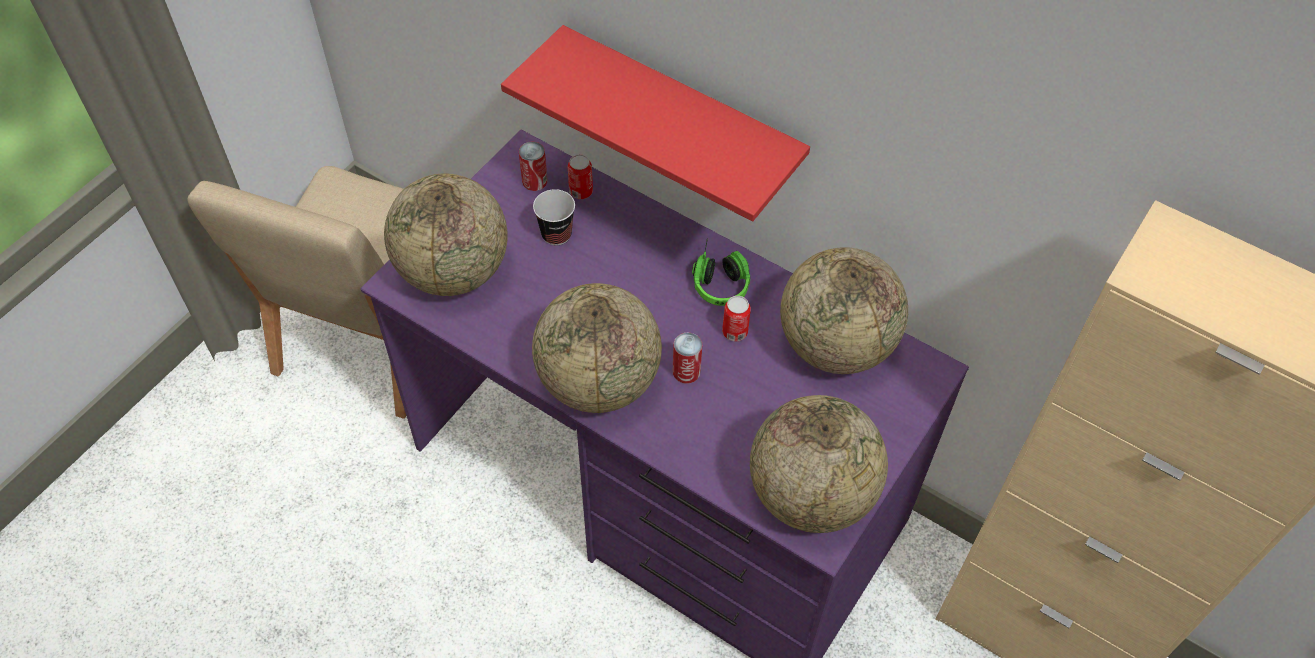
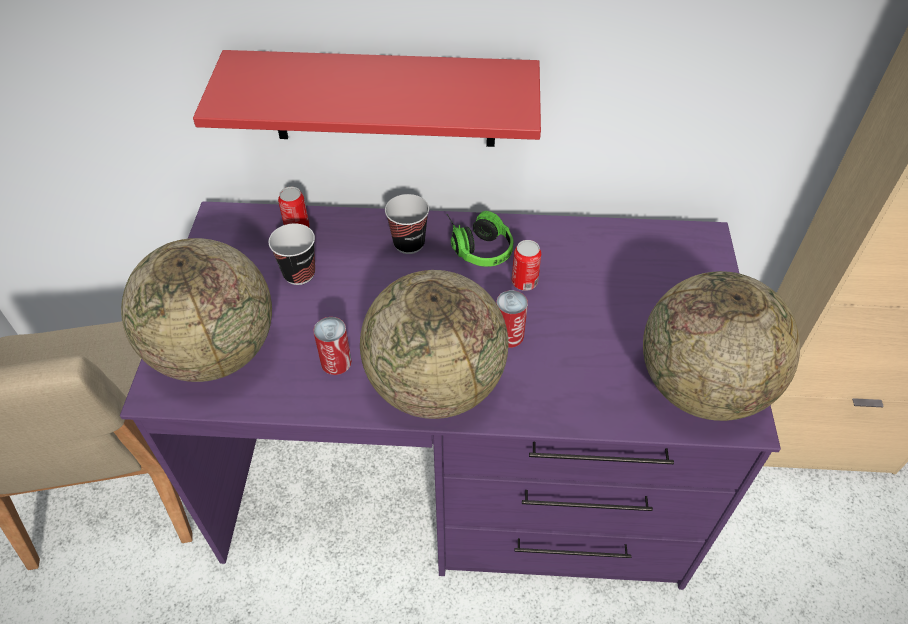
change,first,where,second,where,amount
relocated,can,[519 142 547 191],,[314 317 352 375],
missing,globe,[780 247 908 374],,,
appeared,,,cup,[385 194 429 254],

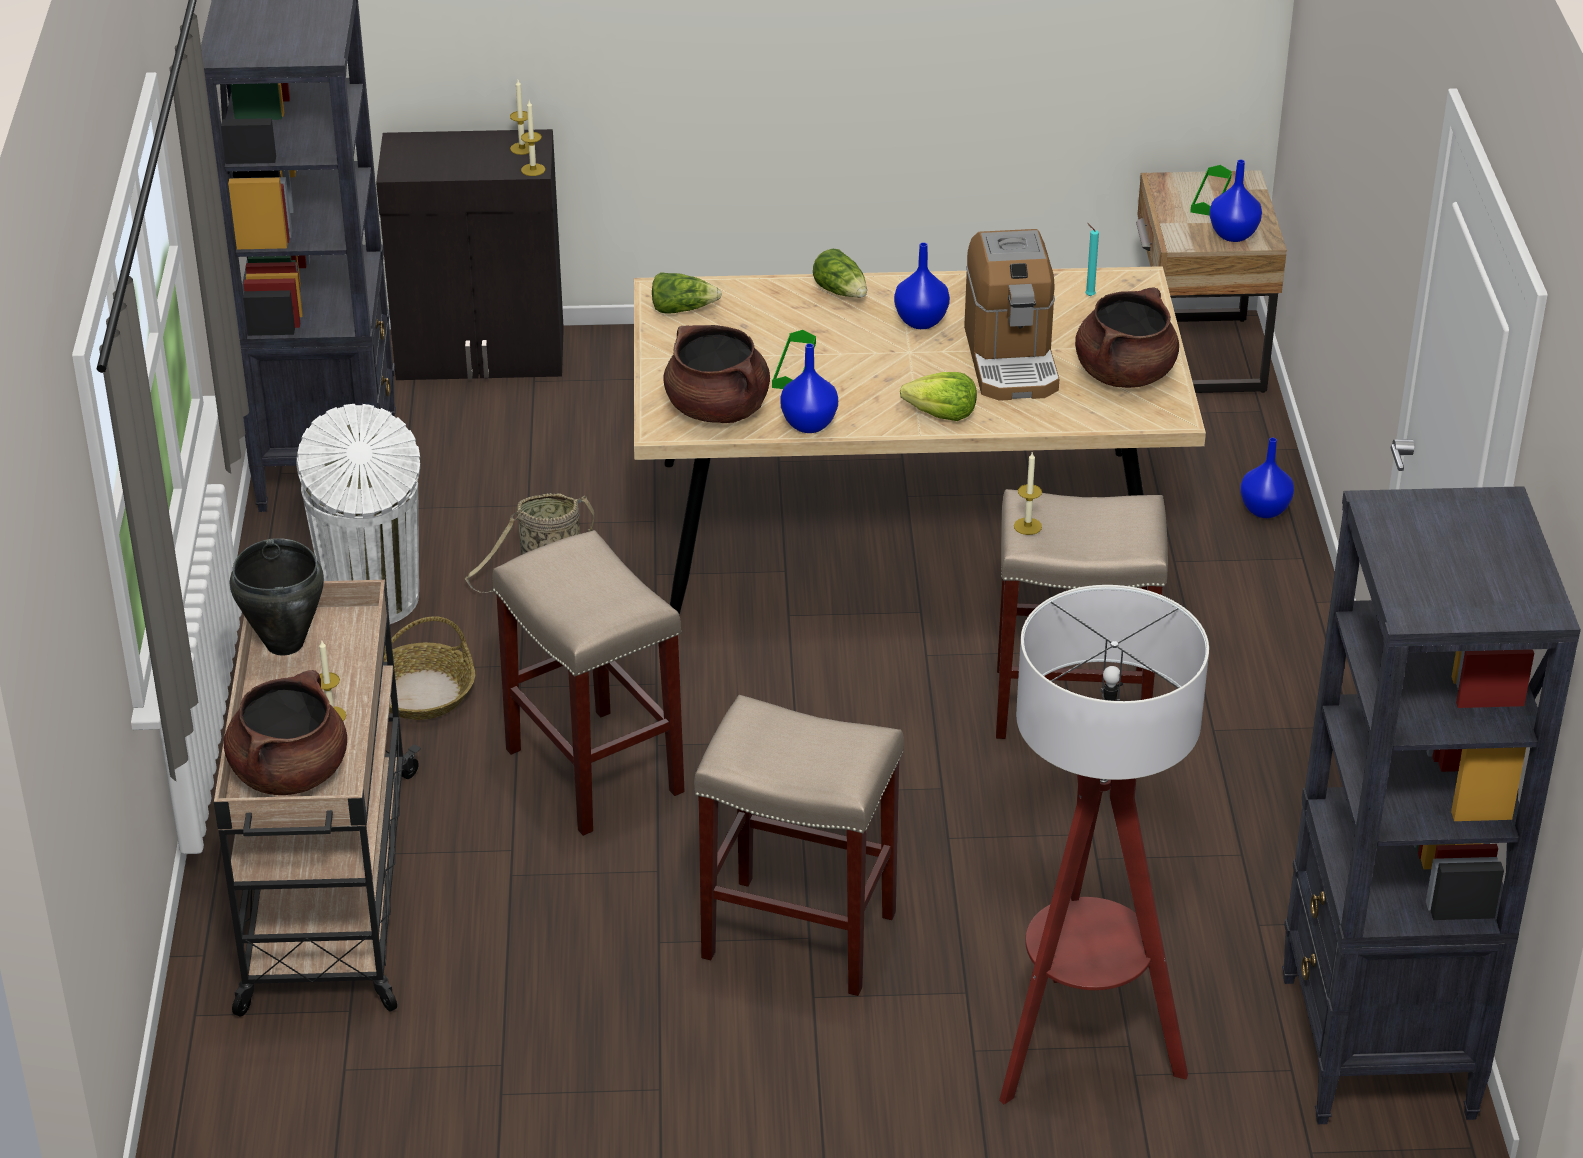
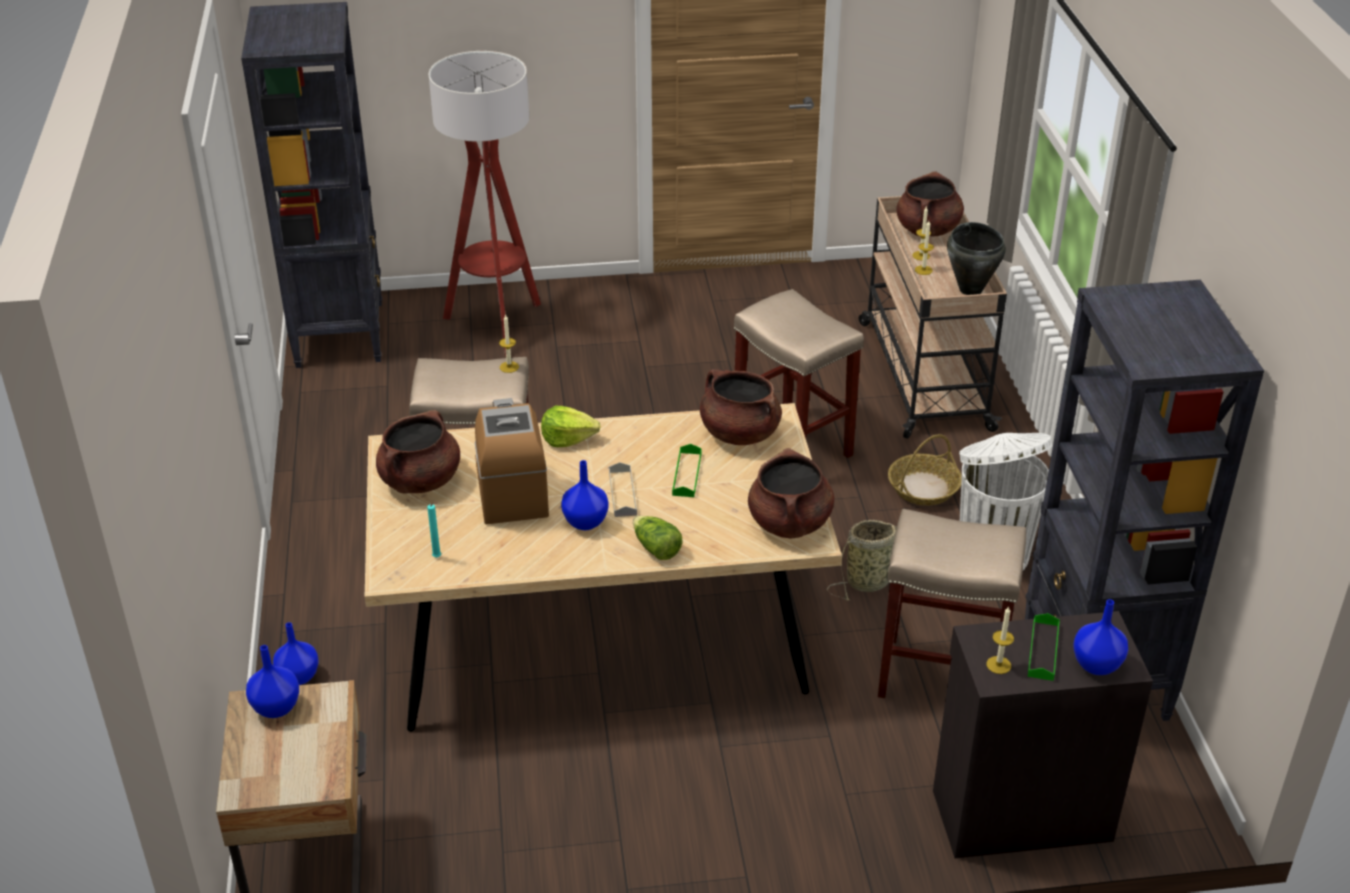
change,first,where,second,where,amount
relocated,candle,[521 101 545 176],,[915 221 934 275],
exchanged,lettuce,[652 272 722 314],cooking pot in brown,[748 448 834 539],
relocated,stool in beige,[694 695 904 996],,[878 509 1026 698],
relocated,vase in blue,[780 343 838 433],,[1073 599 1128 675],
relocated,tray in green,[1190 165 1232 215],,[1028 613 1060 681],
appeared,,,tray in grey,[609 462 637 517],

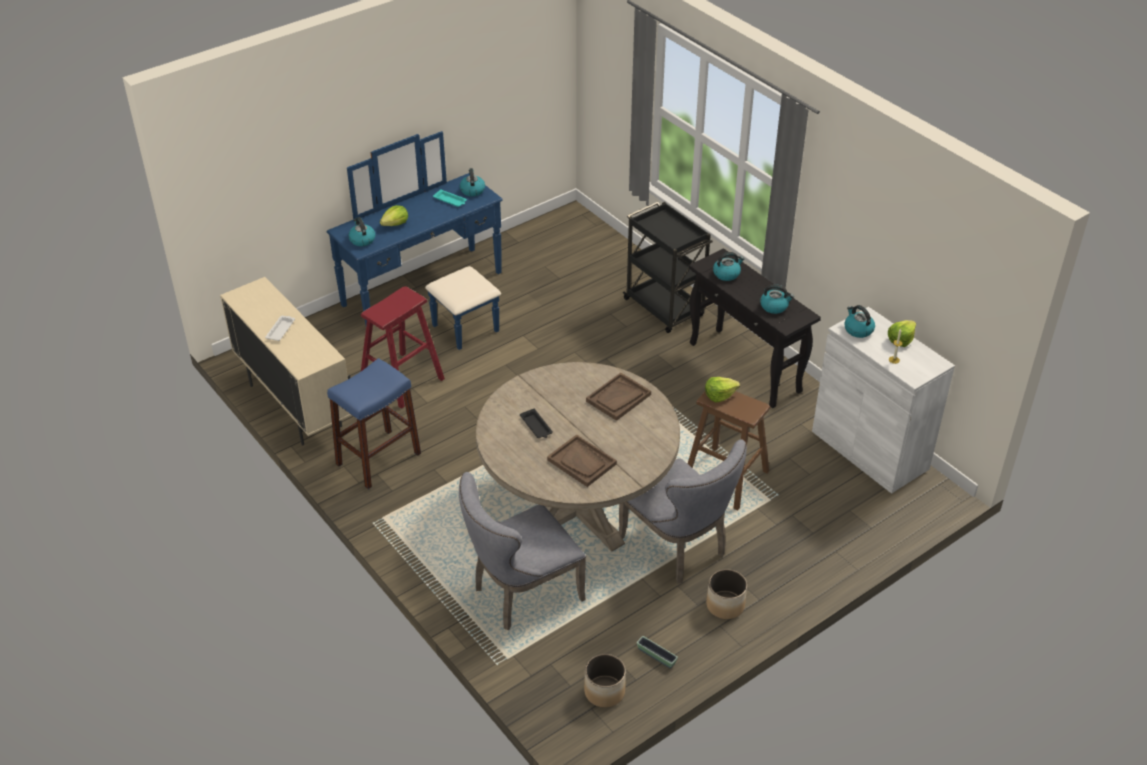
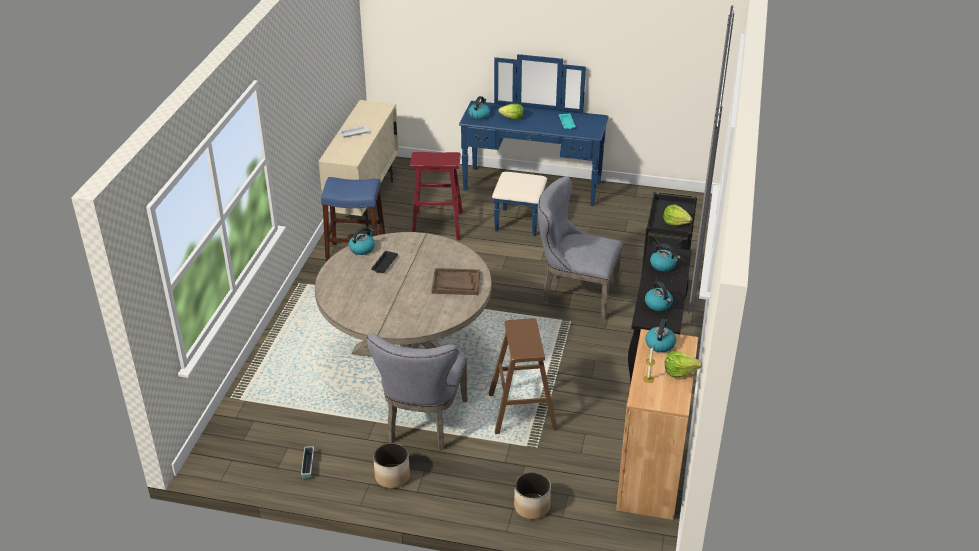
change,first,where,second,where,amount
relocated,kettle,[459 168 485 196],,[349 227 375 255],
relocated,chair in grey,[459 472 586 630],,[538 176 623 320],
missing,tray in brown,[547 435 617 487],,,
relocated,planter,[584 654 626 707],,[514 472 551 519],
relocated,lettuce,[705 377 740 402],,[663 204 692 225],
colour,cabinet in white,[812 307 955 494],cabinet in brown,[616 329 698 520],

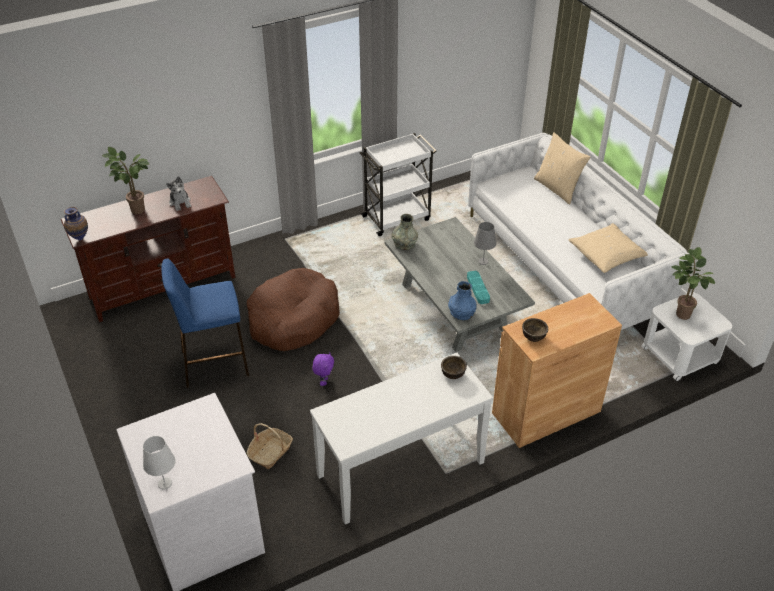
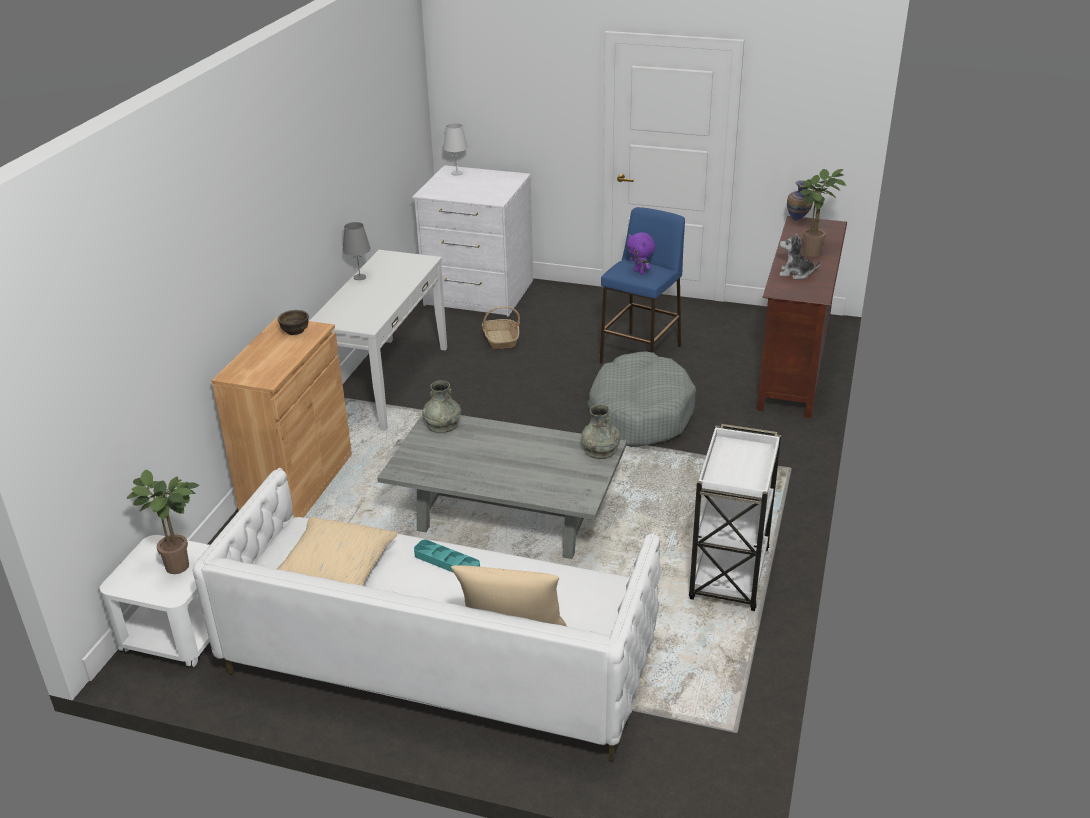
change,first,where,second,where,amount
colour,dog bed in brown,[247 268 340 351],dog bed in grey,[588 351 696 447],
relocated,plush toy in purple,[312 353 334 386],,[627 232 655 275],
missing,bowl in brown,[441 356 467 379],,,
colour,vase in blue,[448 281 476 320],vase in grey,[422 380 462 433],
relocated,tray in turquoise,[467 271 490 304],,[414 540 480 572],
relocated,table lamp in grey,[474 222 497 265],,[342 222 371 280],

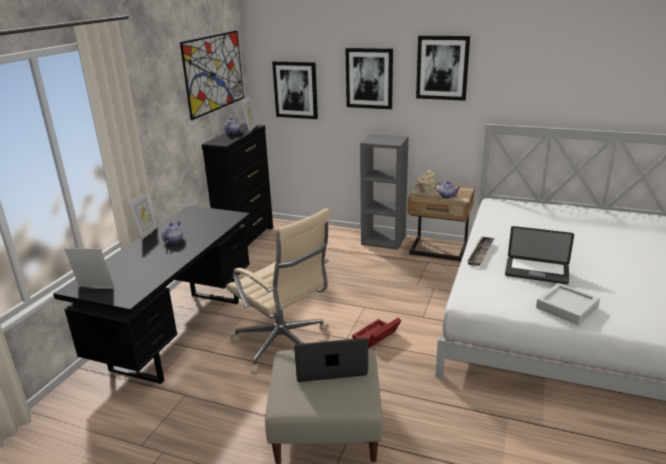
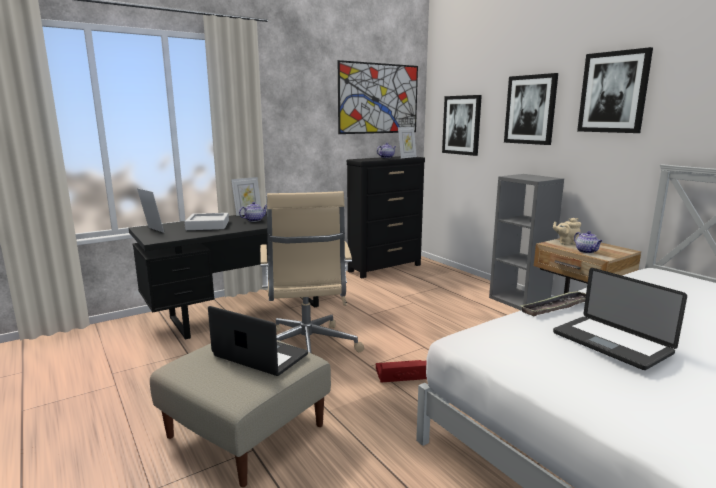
change,first,where,second,where,amount
relocated,tray in grey,[536 283 600 325],,[184 213 229 230],

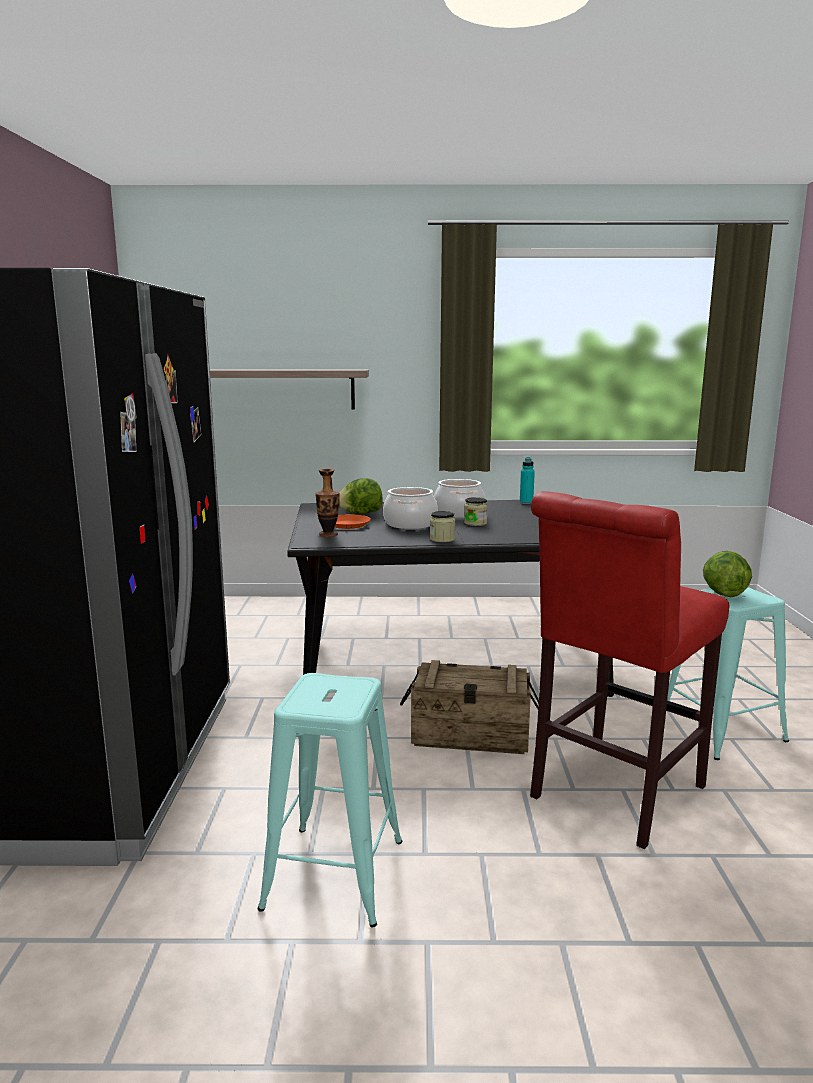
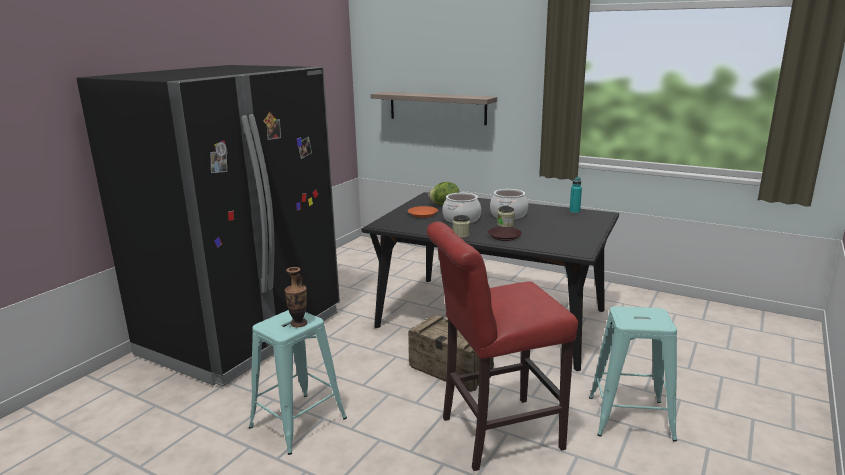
change,first,where,second,where,amount
relocated,vase,[315 469 340 537],,[284 267 307 327],
missing,lettuce,[703 551 752 598],,,
appeared,,,plate in brown,[488 227 522 241],

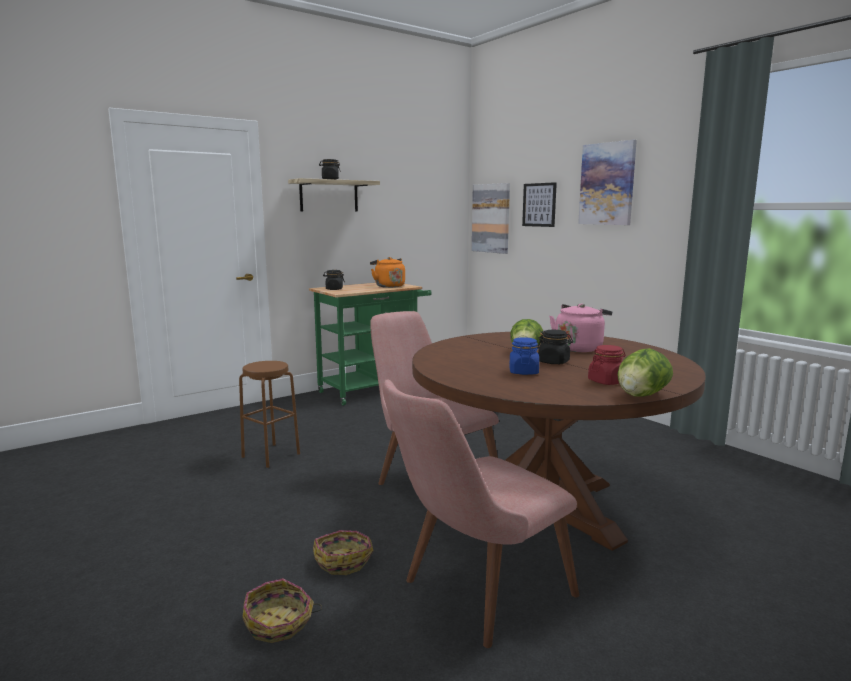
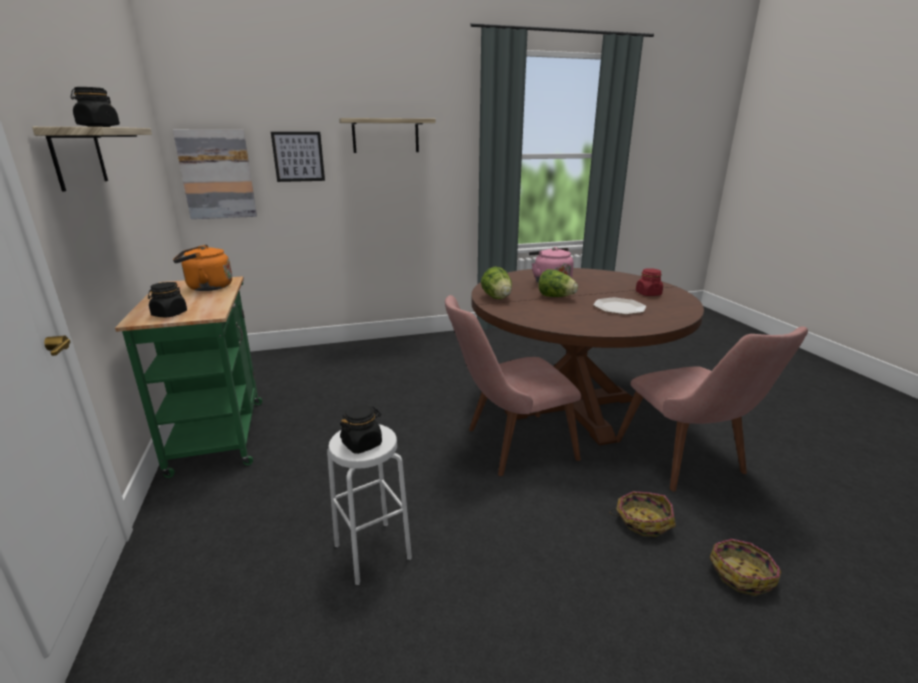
change,first,where,second,where,amount
colour,stool in brown,[239 361 300 468],stool in white,[327 424 412 585],
exchanged,jar in blue,[509 337 539 375],plate,[593 297 646 315],
relocated,jar in black,[537 330 573 364],,[340 404 382 454],
exchanged,picture,[578 140 637 225],shelf,[339 118 436 153],
relocated,lettuce,[618 348 673 397],,[481 266 512 299],

